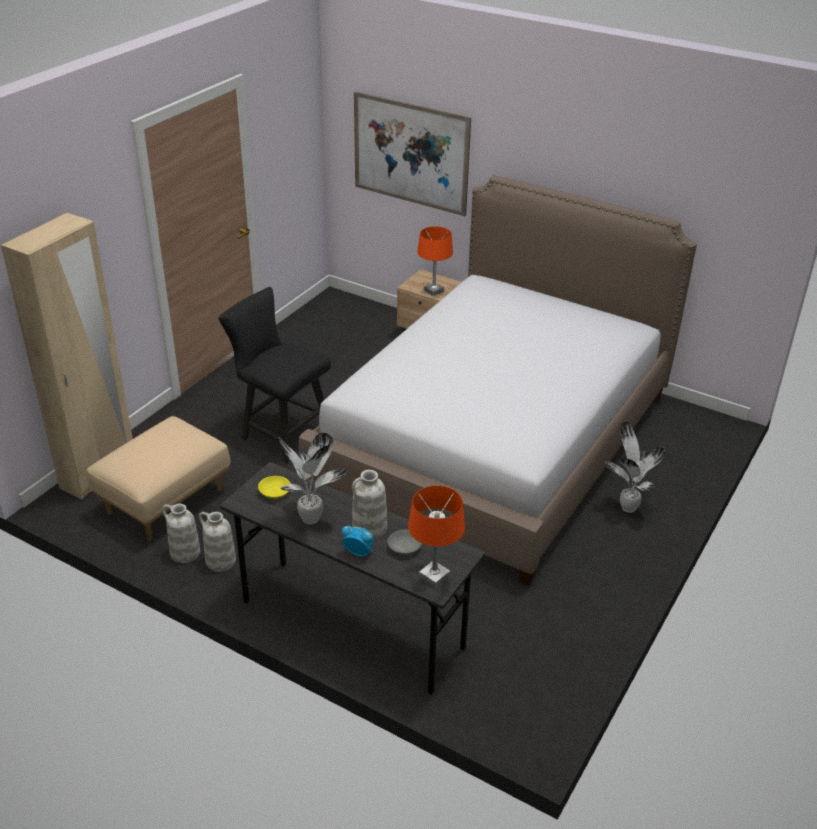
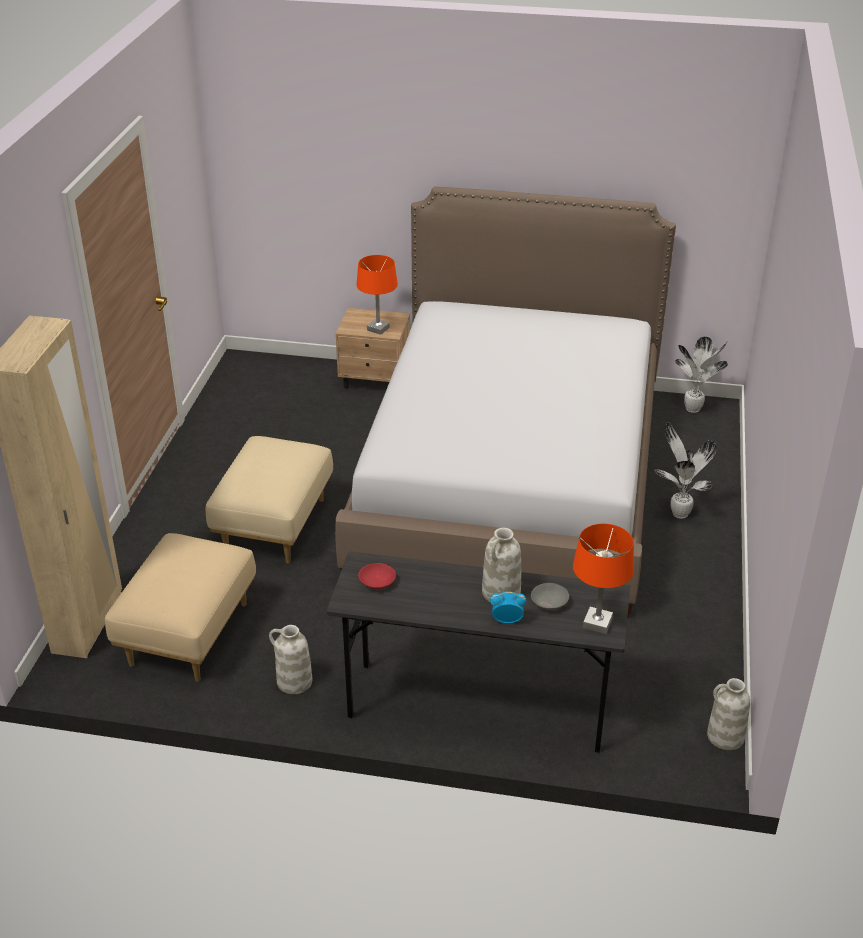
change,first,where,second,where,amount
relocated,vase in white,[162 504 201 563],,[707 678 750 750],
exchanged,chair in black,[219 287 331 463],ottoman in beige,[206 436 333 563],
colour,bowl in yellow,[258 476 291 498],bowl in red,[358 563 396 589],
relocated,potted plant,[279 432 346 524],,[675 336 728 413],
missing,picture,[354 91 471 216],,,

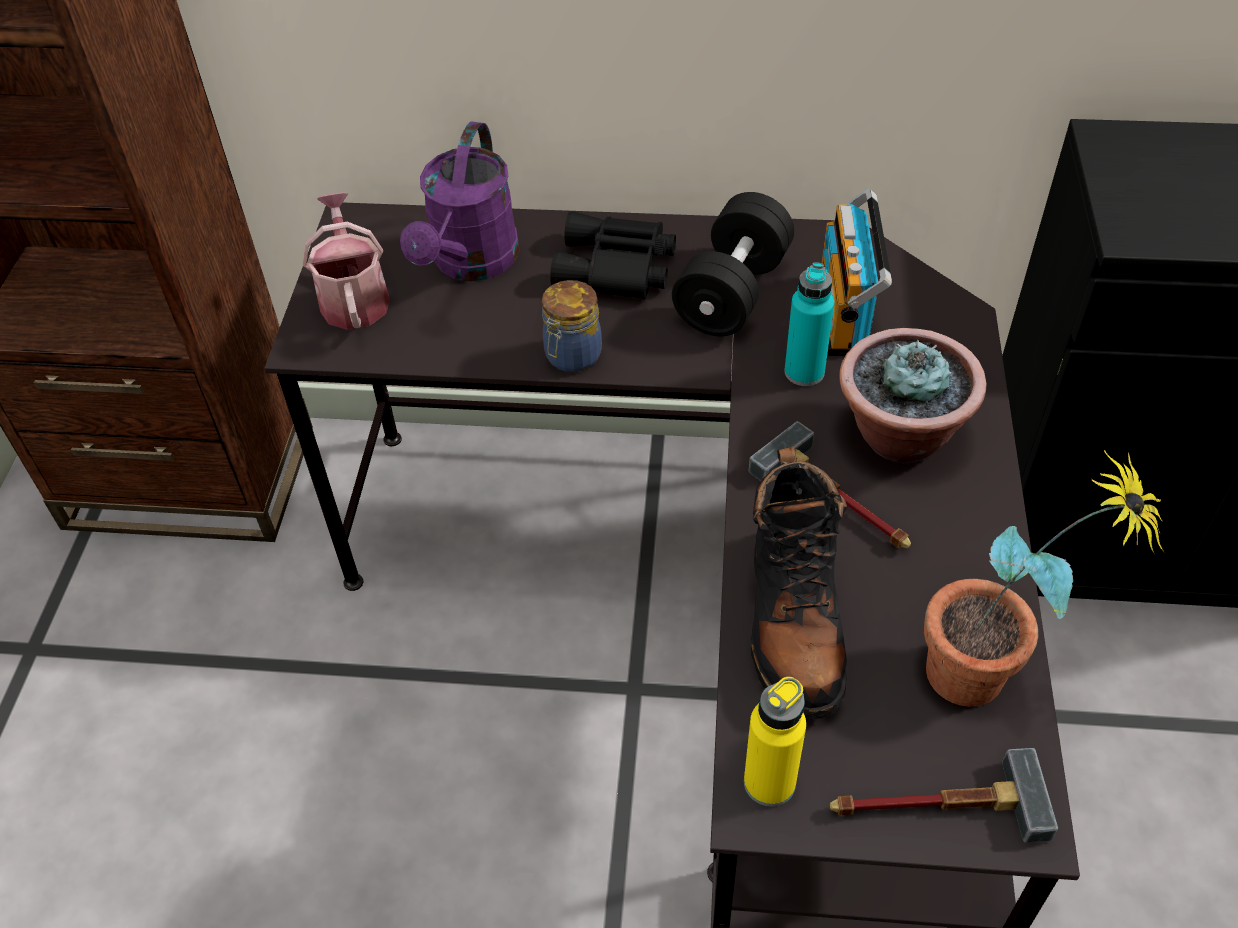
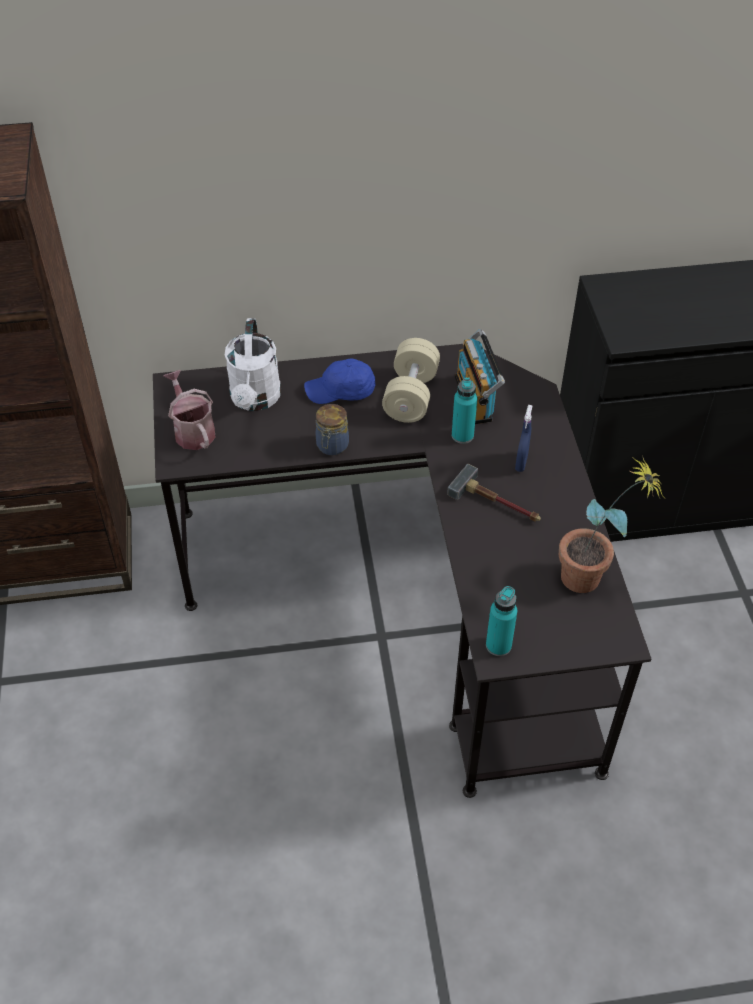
change,first,where,second,where,amount
colour,watering can in purple,[400 122 520 281],watering can in white,[225 318 281 411],
exchanged,binoculars in black,[550 211 676 300],cap in blue,[304 359 376 404],
colour,dumbbell in black,[672 192 794 336],dumbbell in beige,[382 338 440 423],
colour,bottle in yellow,[744 677 806 807],bottle in turquoise,[486 586 517 656],
missing,boot in black,[751 446 847 720],,,
missing,hammer,[830 748 1058 843],,,
exchanged,potted plant,[839 328 986 463],spray bottle in blue,[515 405 533 472],

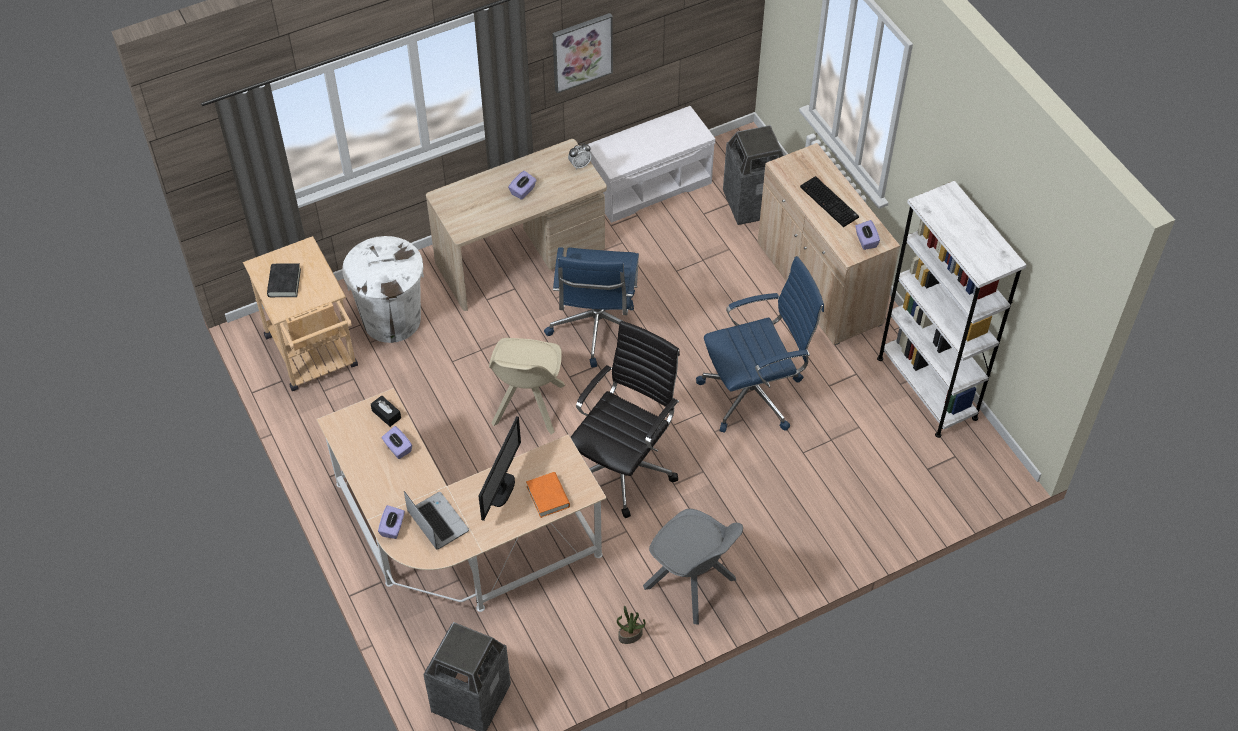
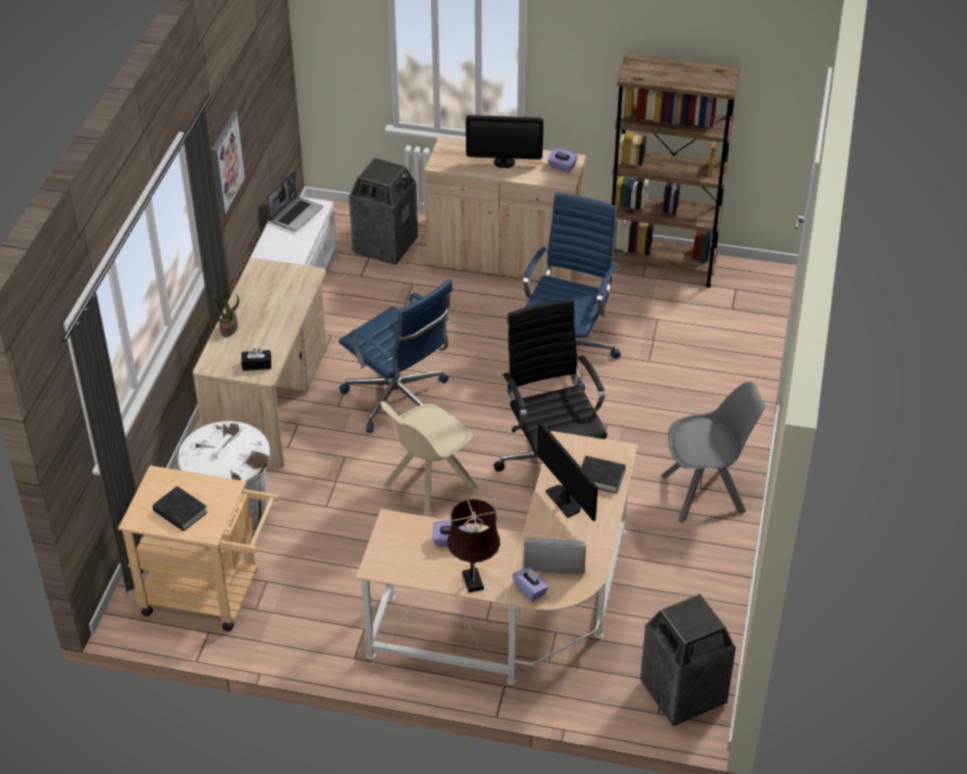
change,first,where,second,where,amount
relocated,tissue box in black,[371 395 401 427],,[242 348 271 371],
spun,chair in beige,[489 338 565 434],,[381 401 478 517],90 degrees clockwise
missing,tissue box in purple,[508 171 537 200],,,
colour,book in orange,[526 472 570 518],book in black,[581 456 626 493],
missing,alarm clock,[568 143 591 169],,,
relocated,potted plant,[617 606 645 644],,[213 293 239 337],
exchanged,keyboard,[800 176 859 227],monitor,[466 115 544 168],
colour,bookcase in white,[877 181 1027 438],bookcase in brown,[612 54 740 288],
appeared,,,laptop,[267 171 323 231],
appeared,,,table lamp in brown,[447 499 500 593],

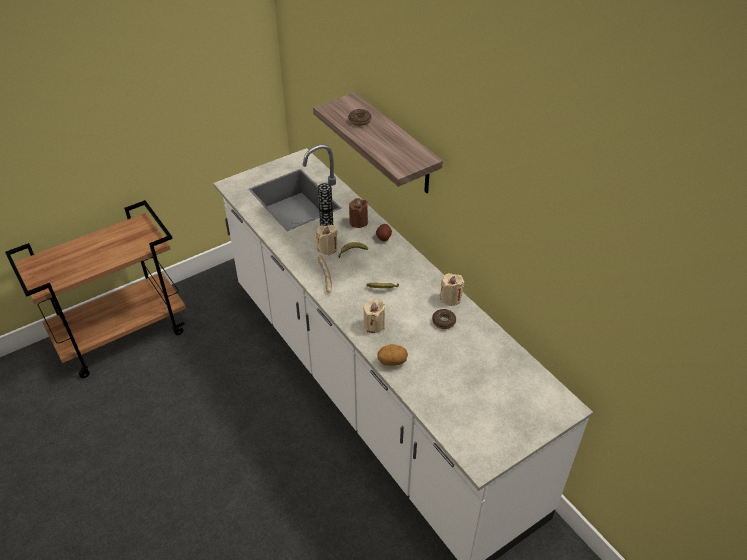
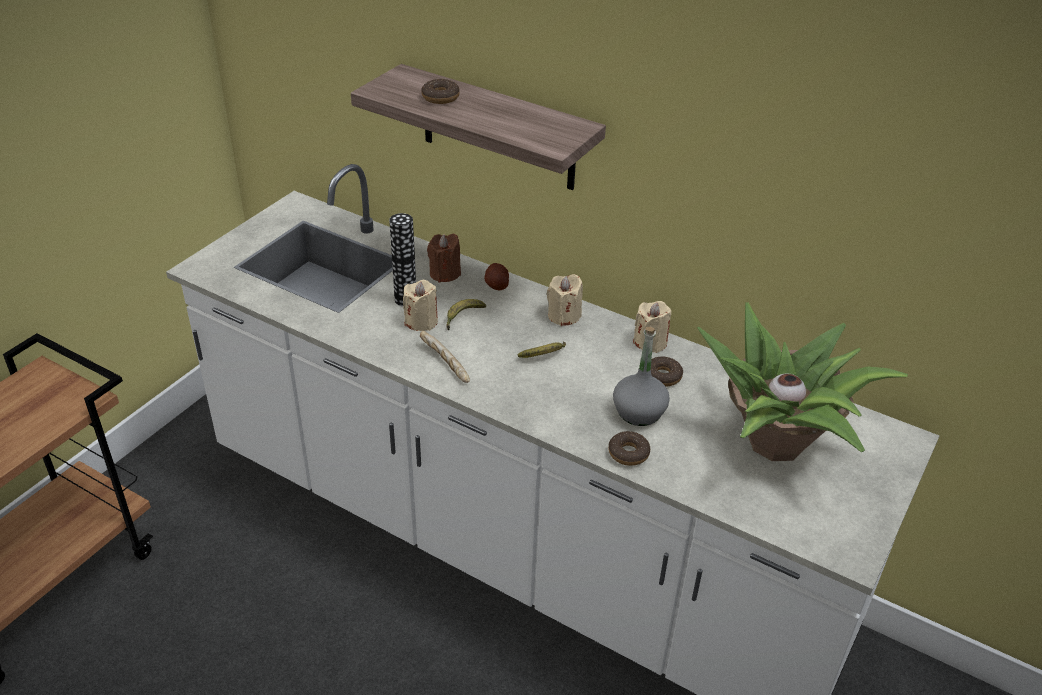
change,first,where,second,where,amount
relocated,candle in beige,[363 299 385 333],,[547 274 583 326],
exchanged,potato,[377 344 408 366],donut,[608 431 650 466],
appeared,,,bottle in grey,[613 327 670 426],
appeared,,,potted plant,[697 302 908 461],

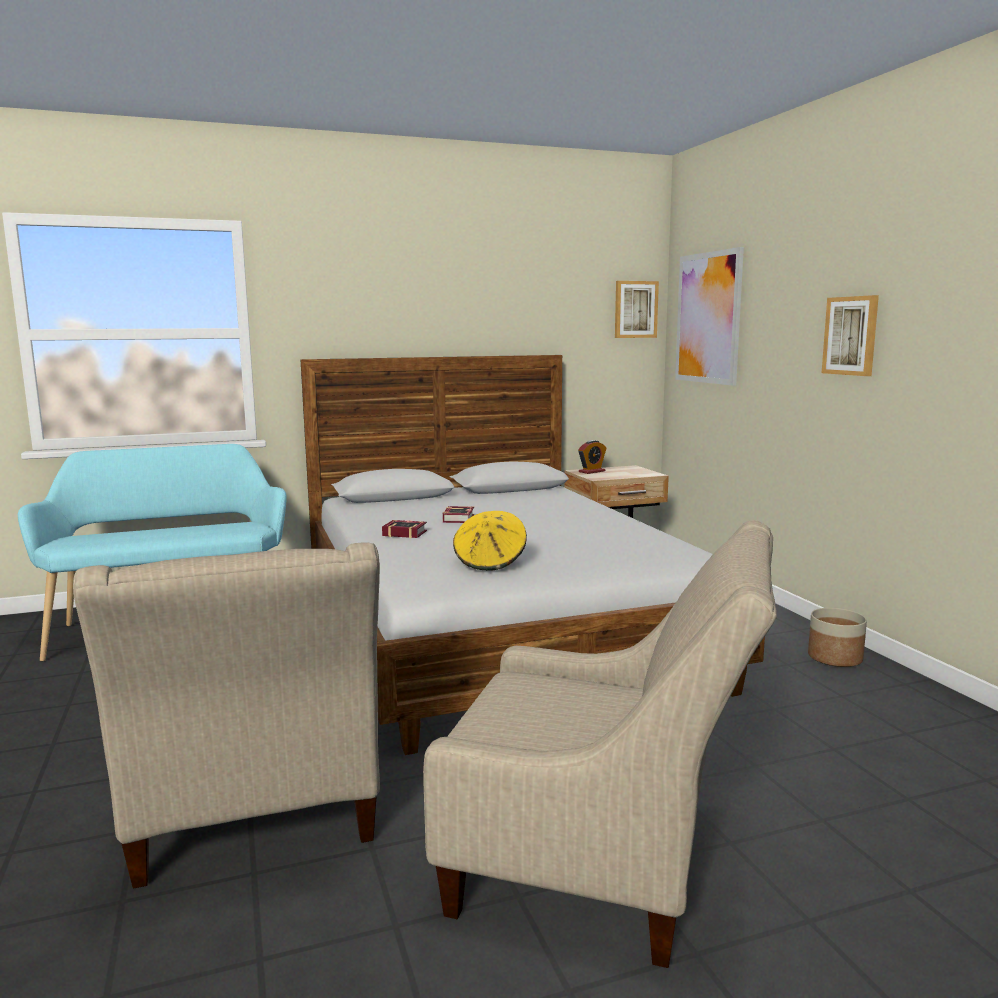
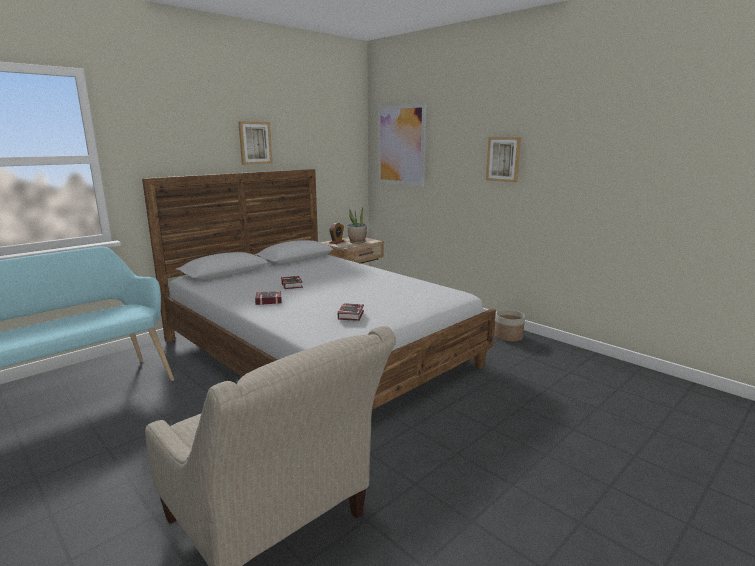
change,first,where,second,where,amount
missing,armchair in beige,[423 520 777 968],,,
exchanged,hat in yellow,[453 511 527 571],book,[338 303 364 321],
relocated,picture,[615 281 659 338],,[238 121 272 165],
appeared,,,potted plant,[347 208 367 244],

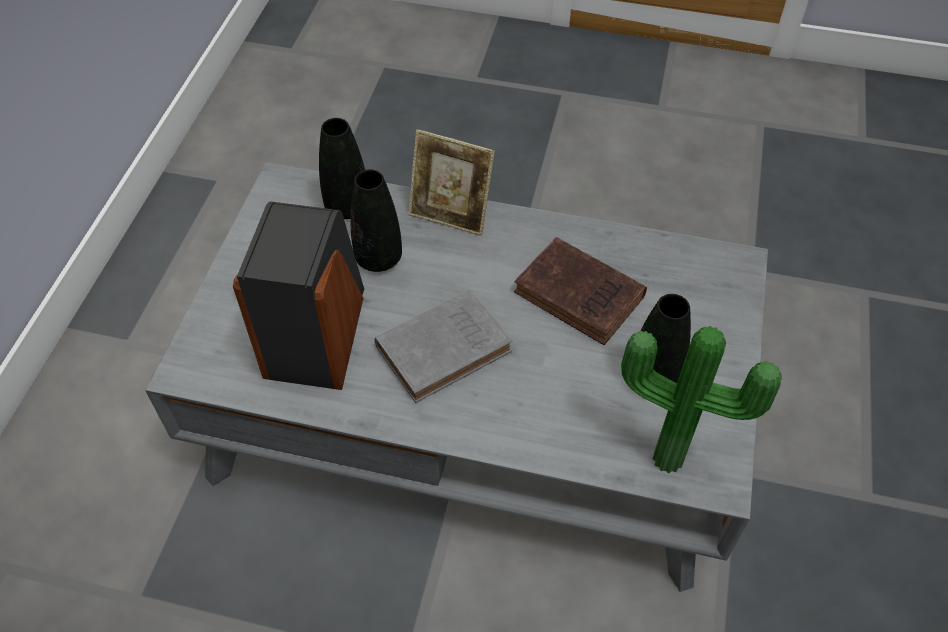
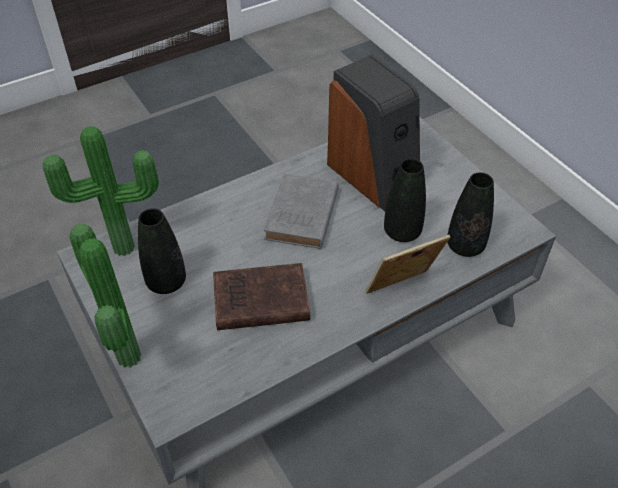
change,first,where,second,where,amount
appeared,,,potted plant,[69 224 141 368],

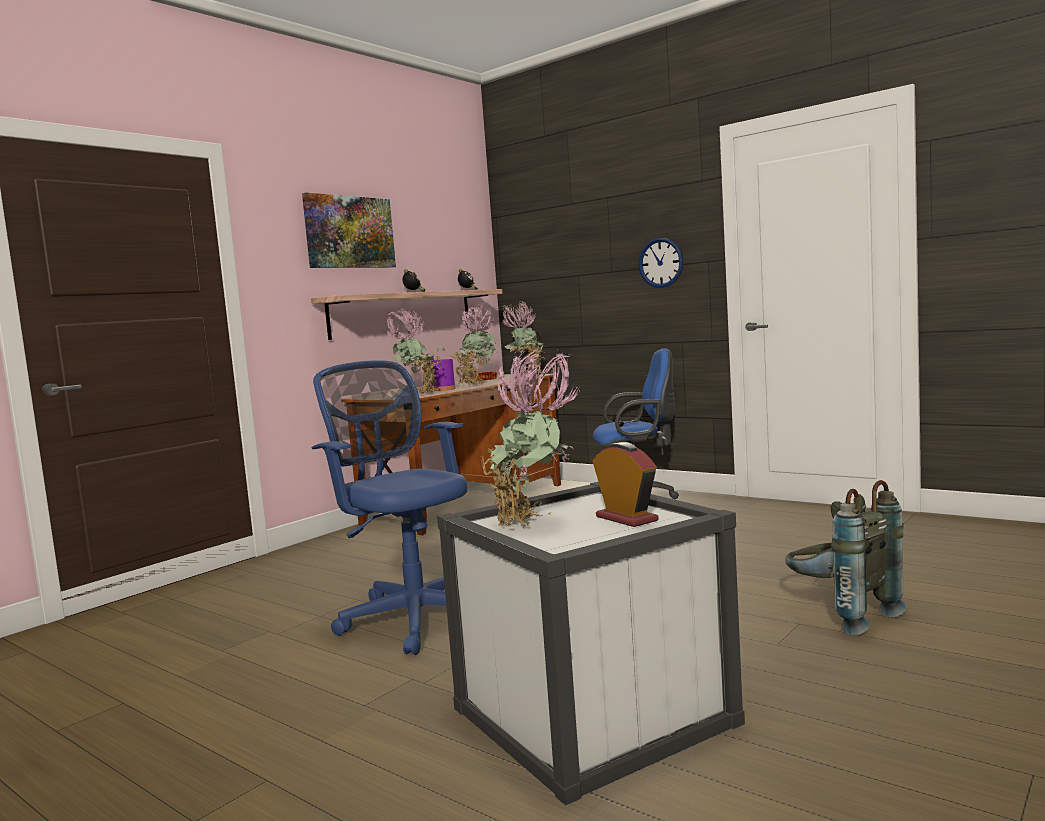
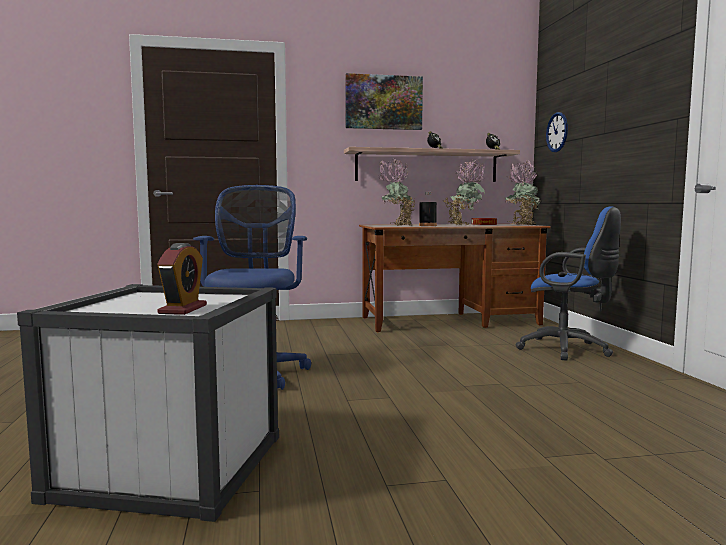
change,first,where,second,where,amount
colour,bottle in purple,[431 347 456 391],bottle in black,[419 192 437 226],
missing,potted plant,[480 349 581 526],,,
relocated,wall clock,[639 238 683 288],,[546 112 568 152],
missing,backpack in grey,[785 480 906 635],,,

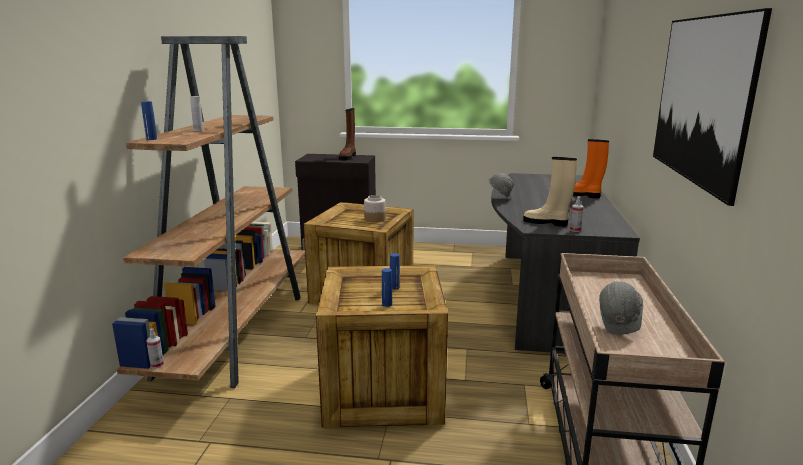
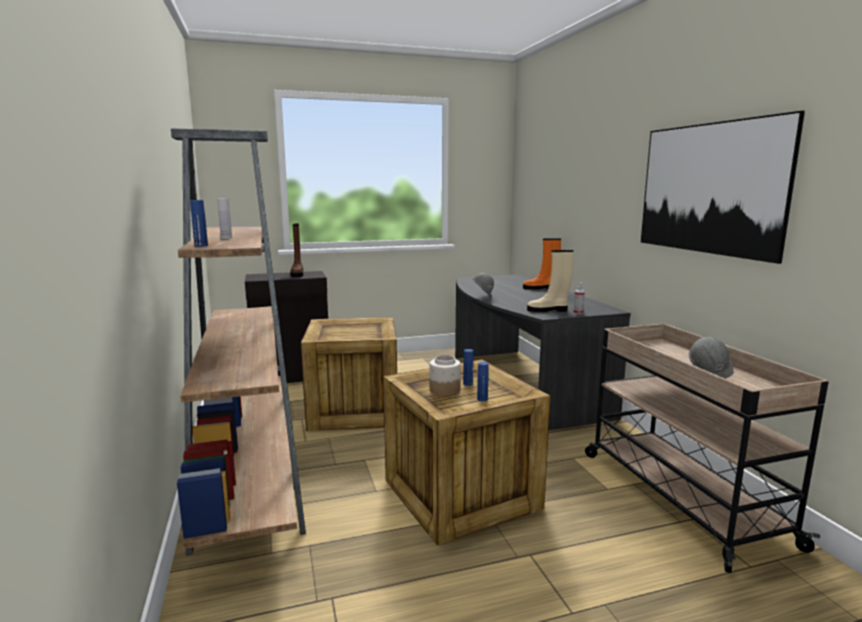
change,first,where,second,where,amount
missing,spray bottle,[146 328 164 368],,,
relocated,jar,[364 195 386 222],,[429 355 461 396],

